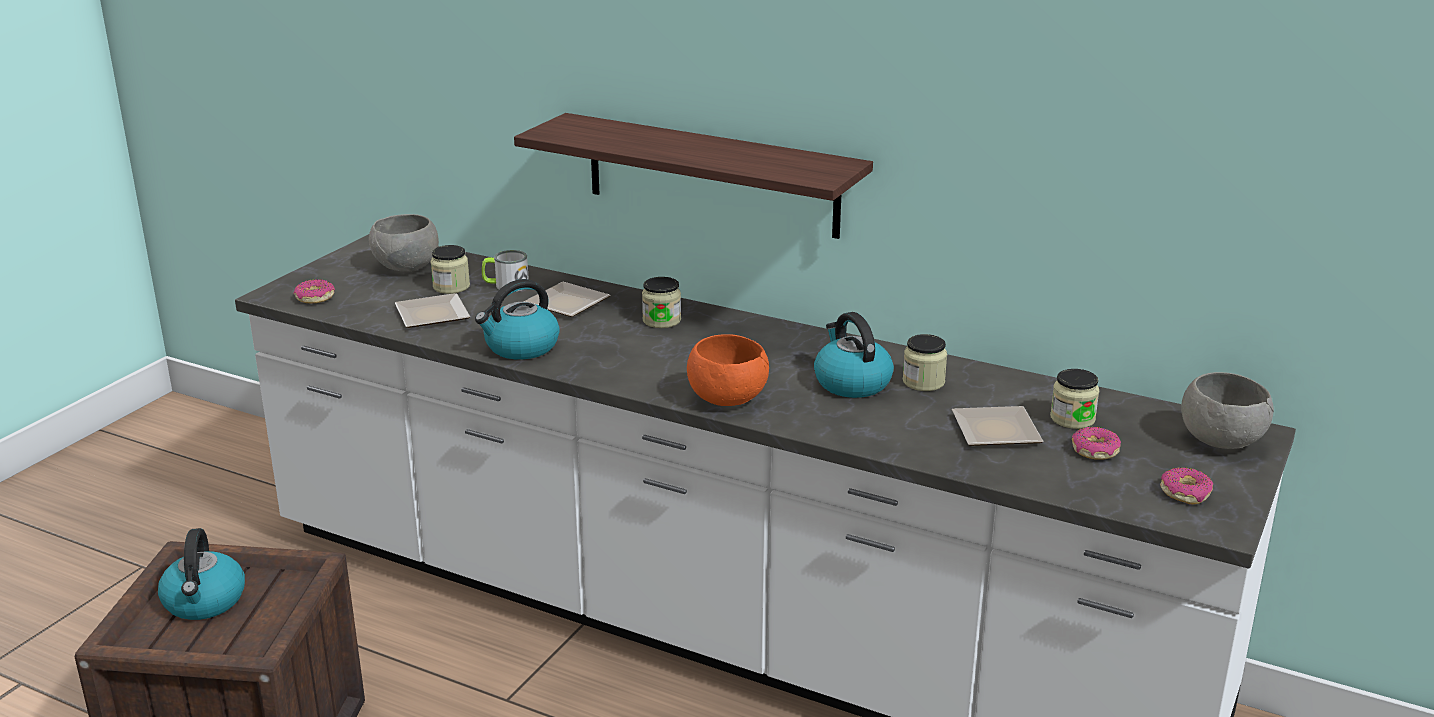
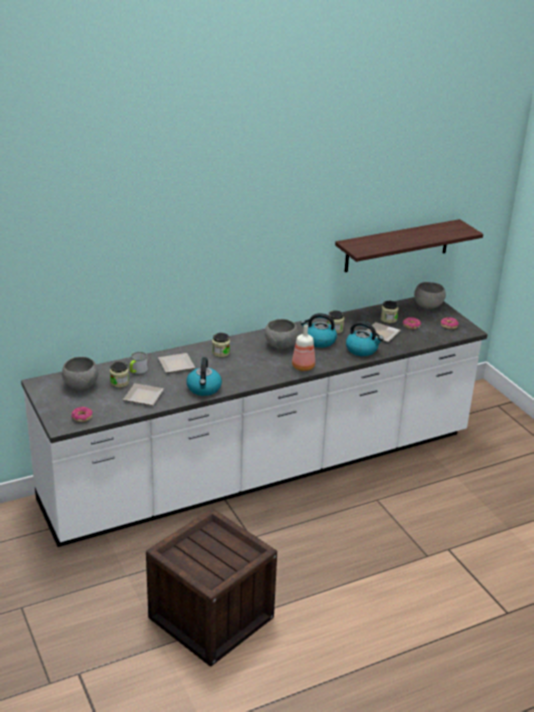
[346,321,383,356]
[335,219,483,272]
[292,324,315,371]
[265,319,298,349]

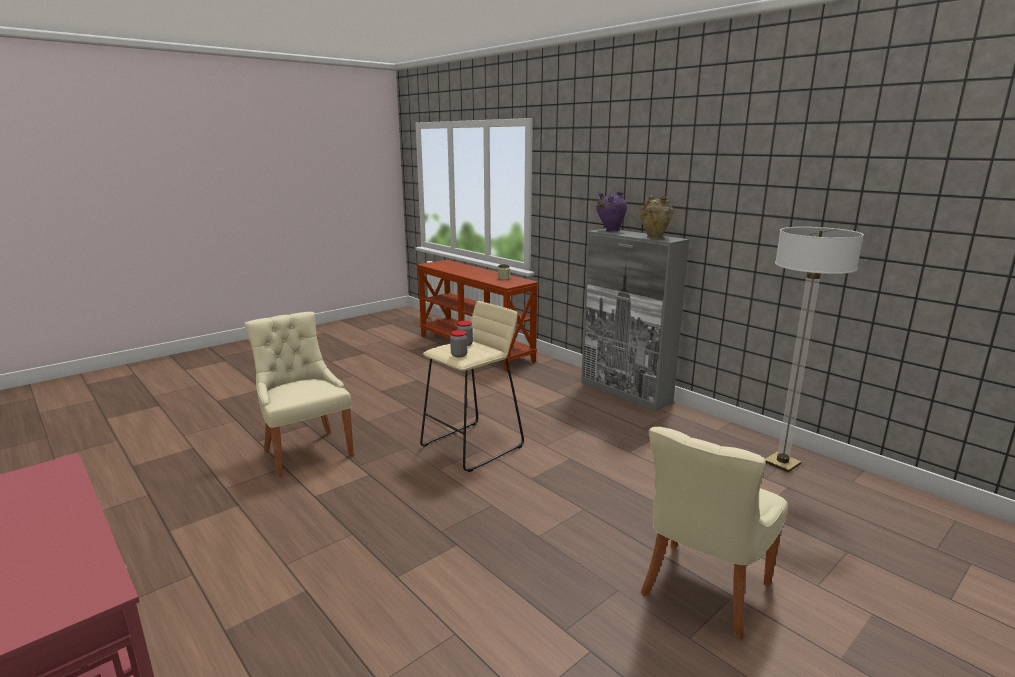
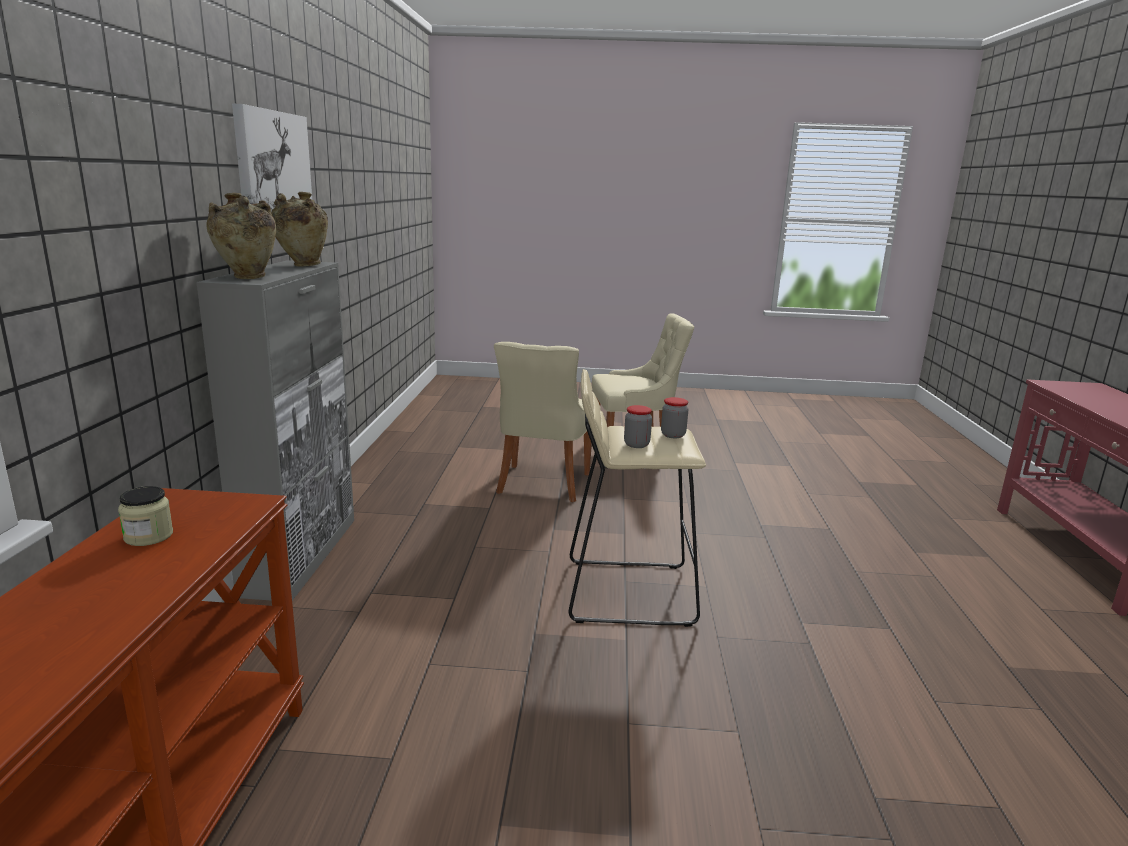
[494,342,592,502]
[206,193,276,279]
[766,227,864,473] (first image)
[232,104,312,212]

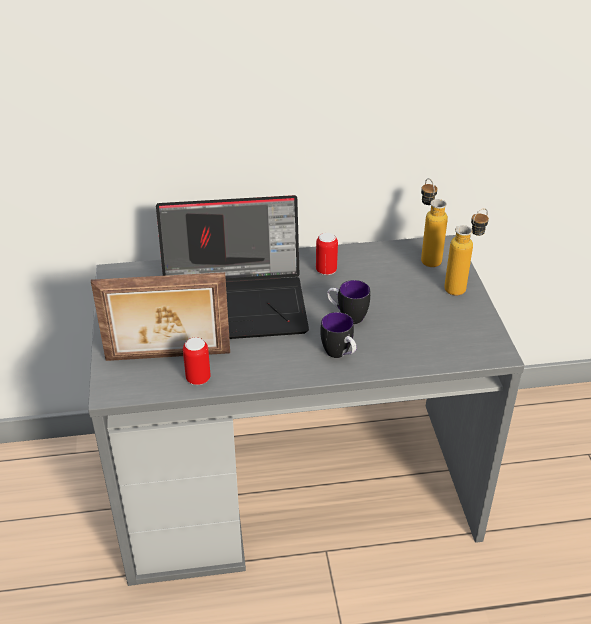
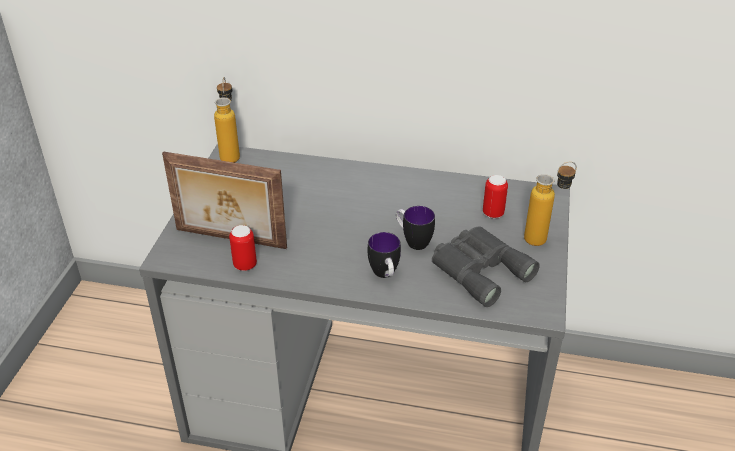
[156,195,309,339] (first image)
[483,175,508,219]
[214,77,240,163]
[432,227,540,307]

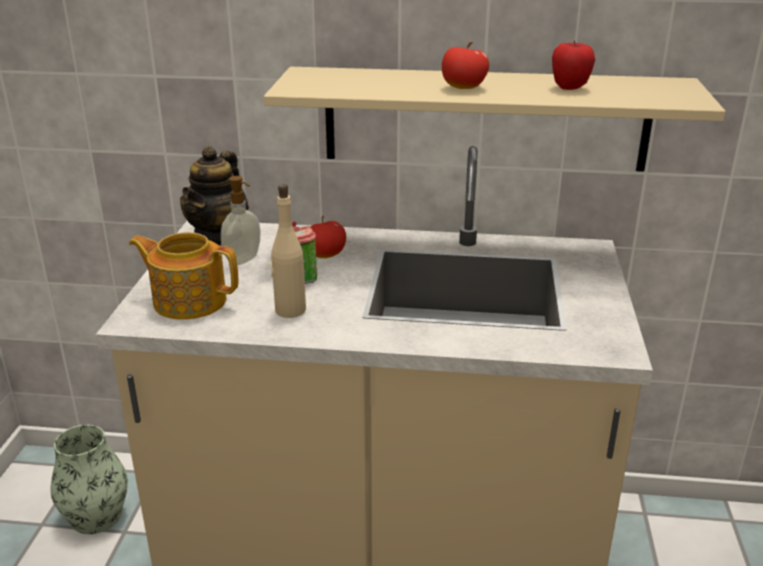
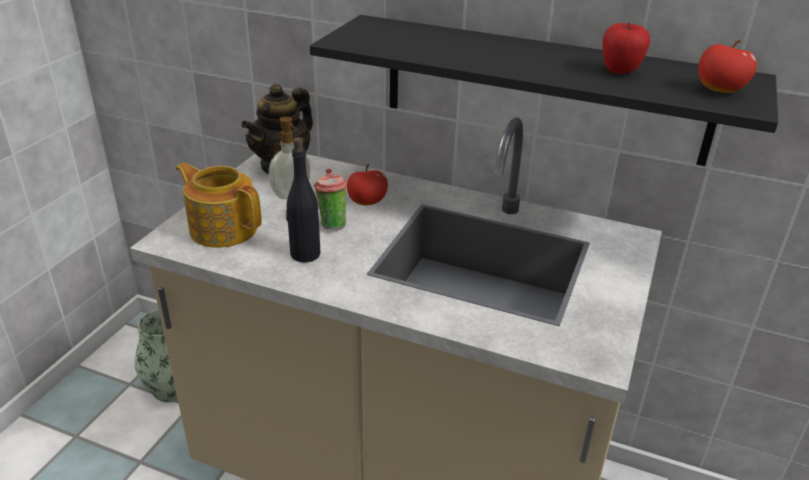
[310,15,778,166]
[286,137,320,263]
[698,40,757,93]

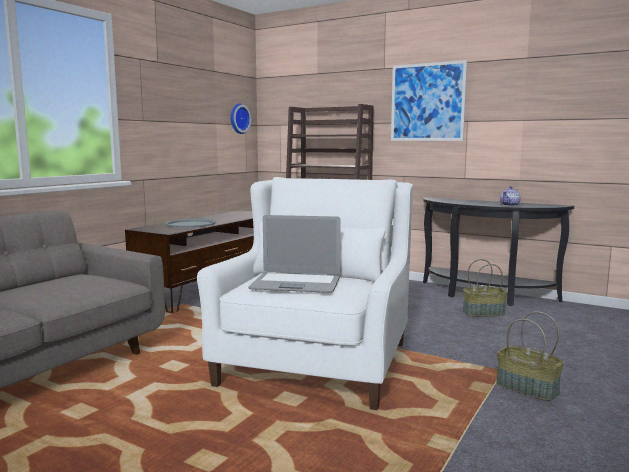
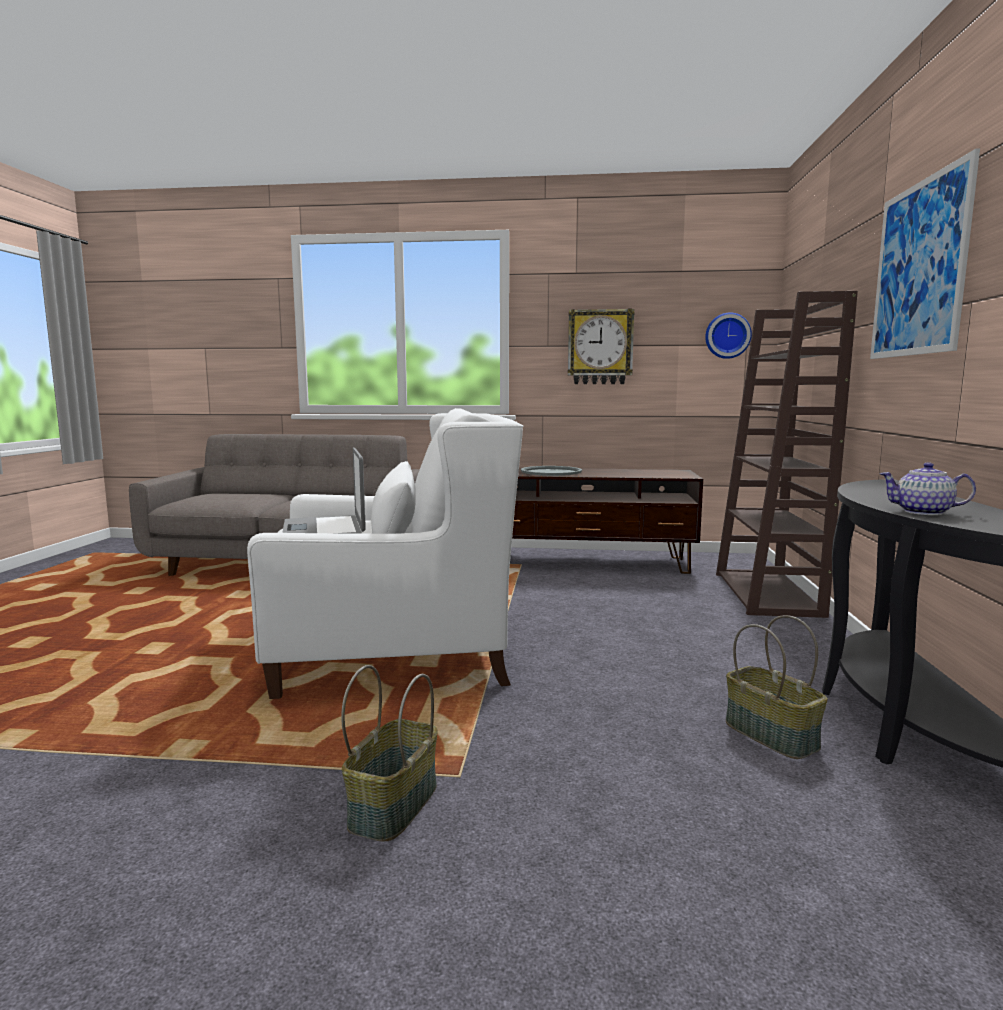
[568,308,635,384]

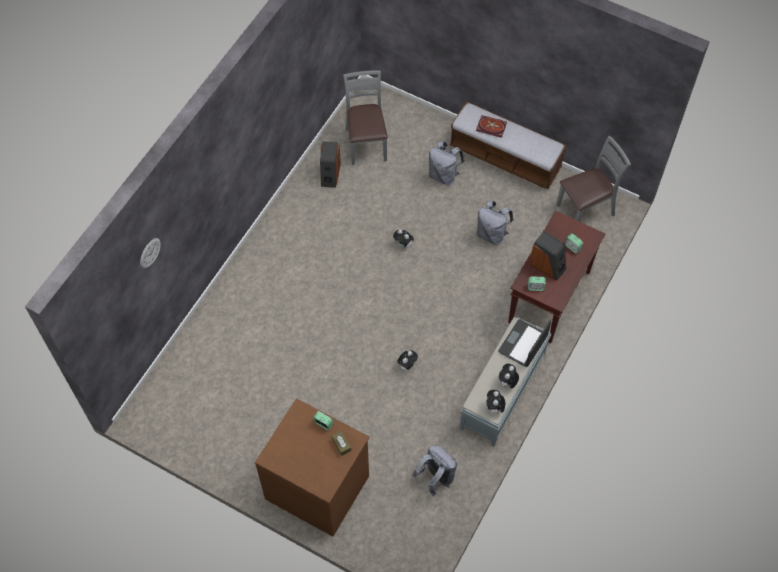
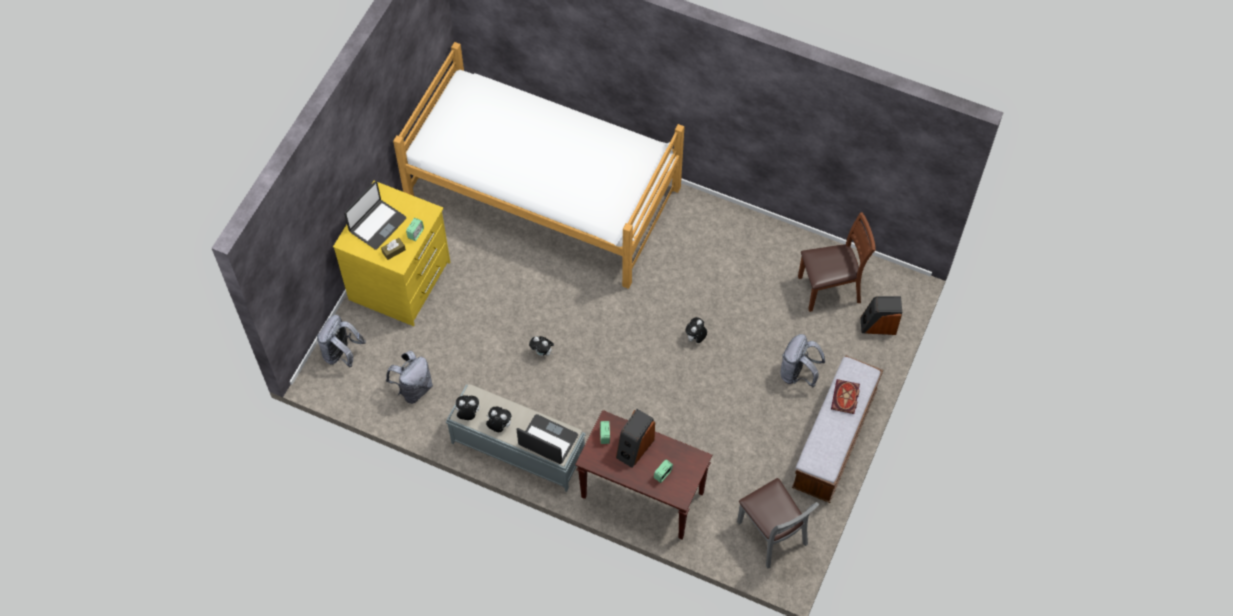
[140,238,161,269] (first image)
[333,181,451,326]
[860,296,902,335]
[798,212,876,312]
[317,315,366,367]
[344,181,406,250]
[393,42,684,289]

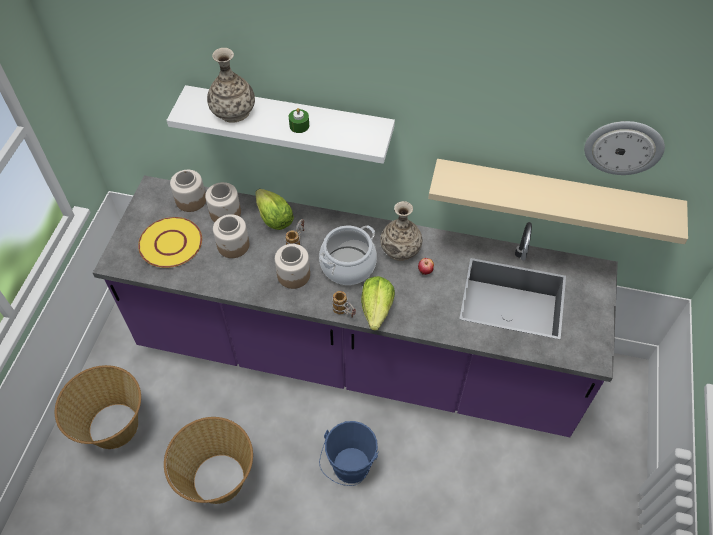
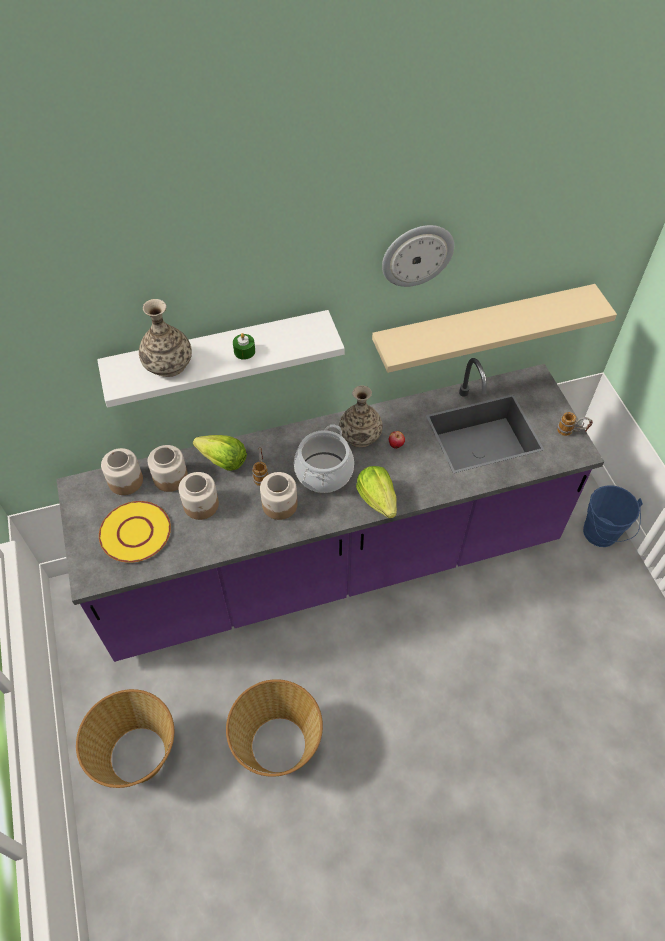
[583,485,643,547]
[557,412,593,436]
[382,225,454,287]

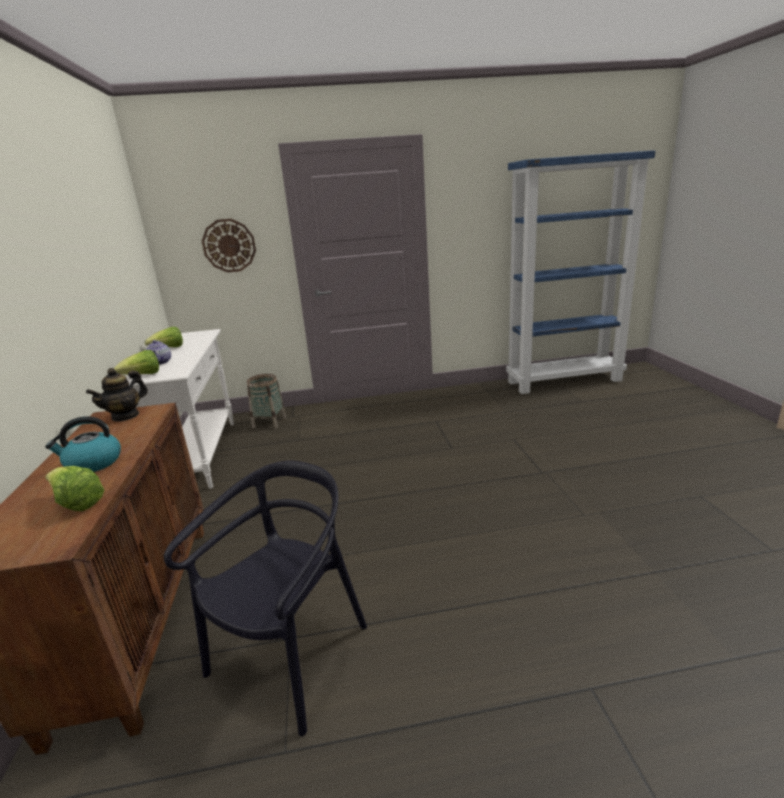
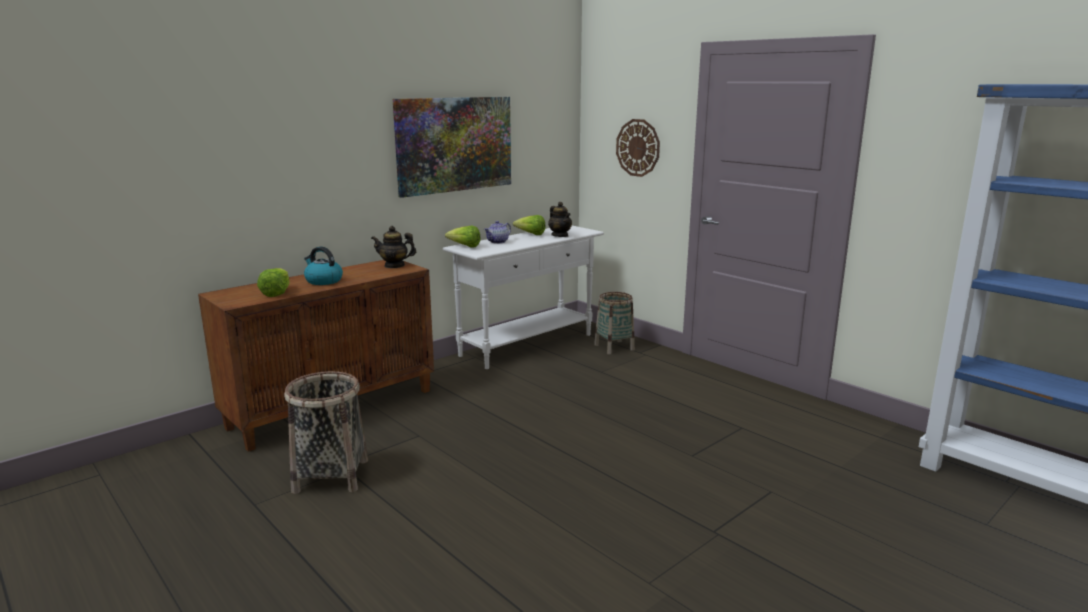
[284,371,368,494]
[393,97,511,198]
[548,202,572,237]

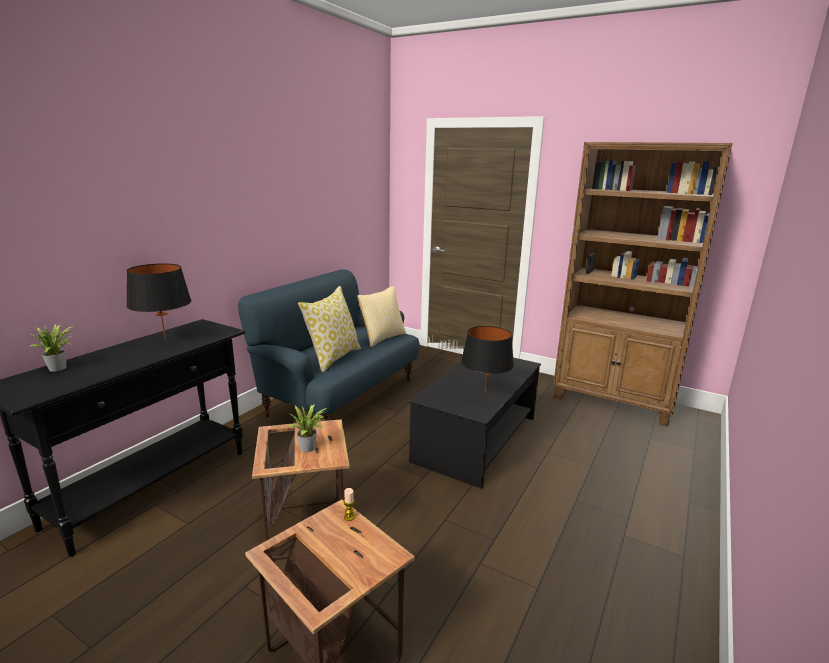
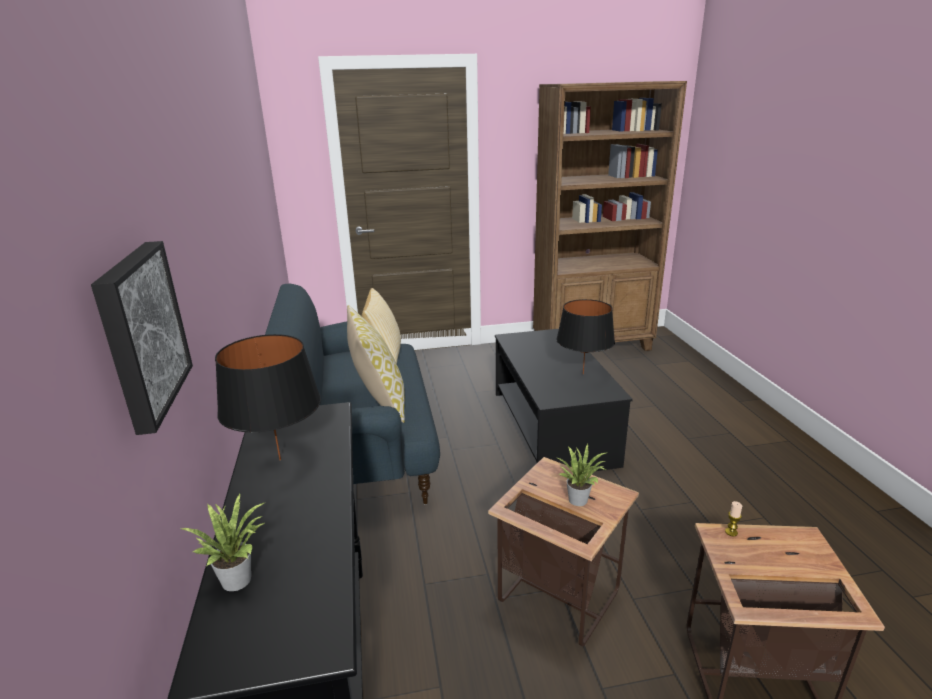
[91,241,193,435]

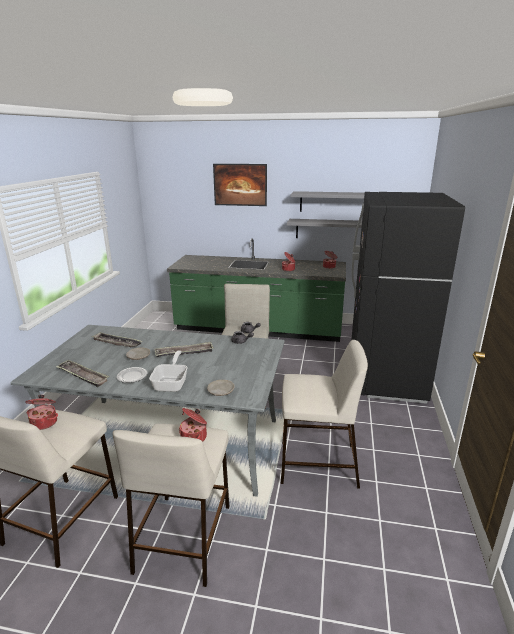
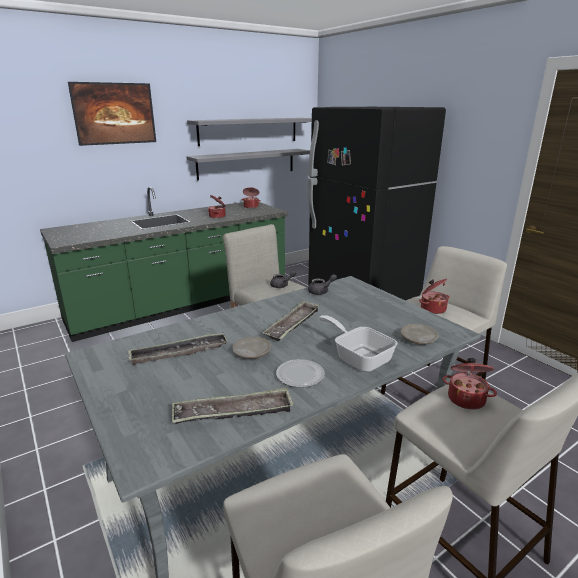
[419,279,450,314]

